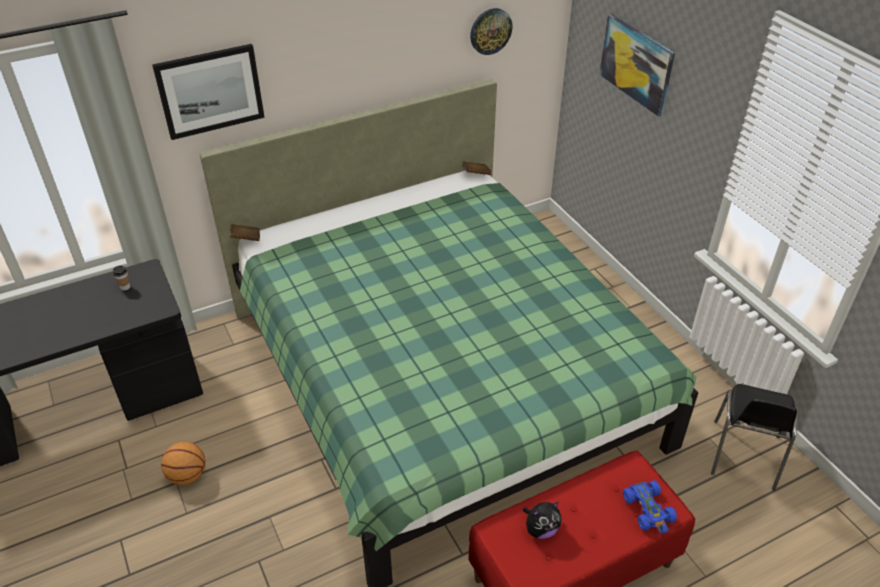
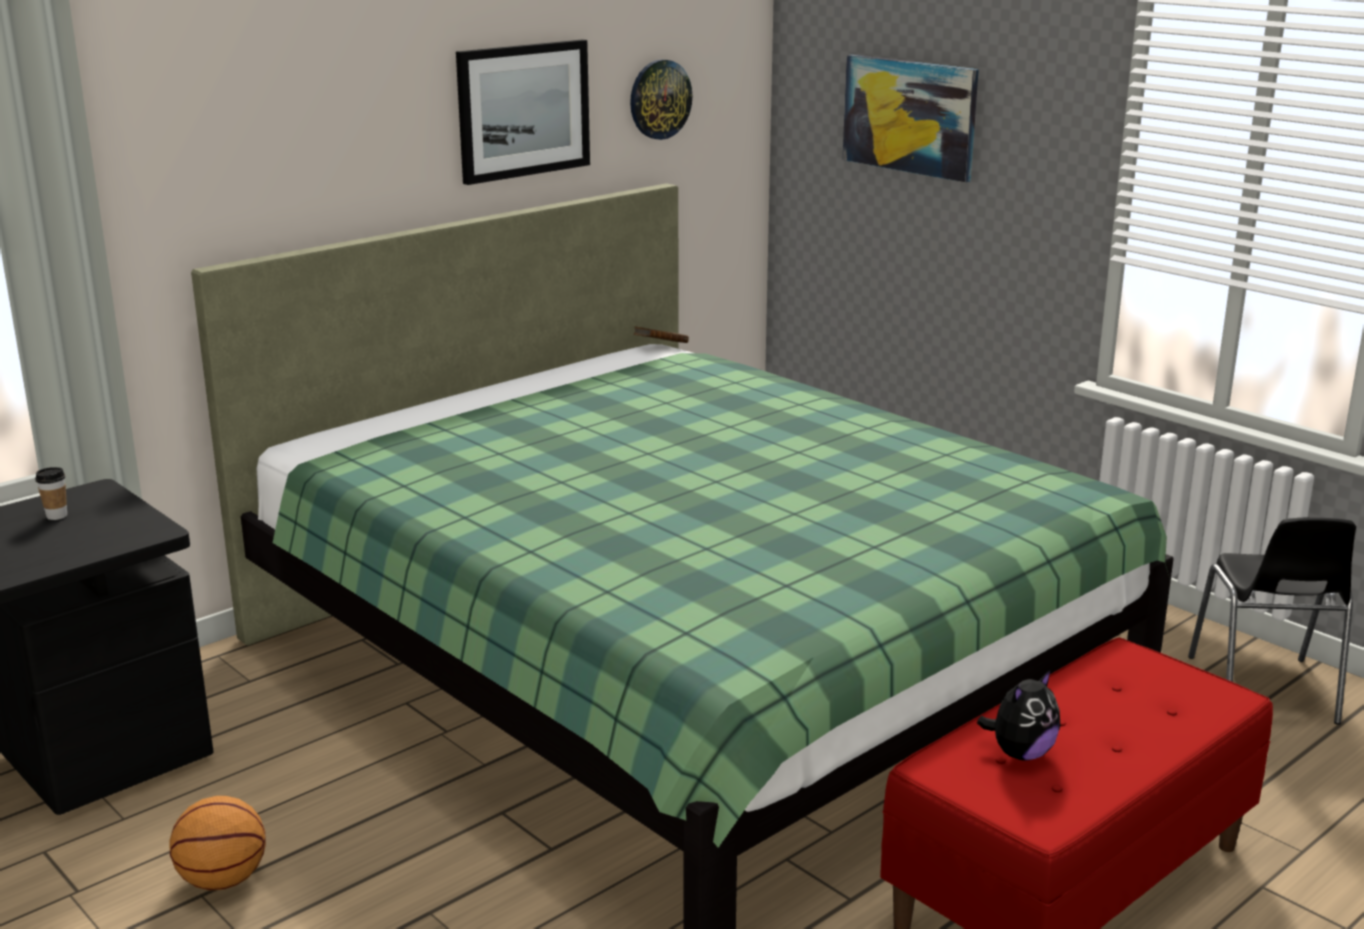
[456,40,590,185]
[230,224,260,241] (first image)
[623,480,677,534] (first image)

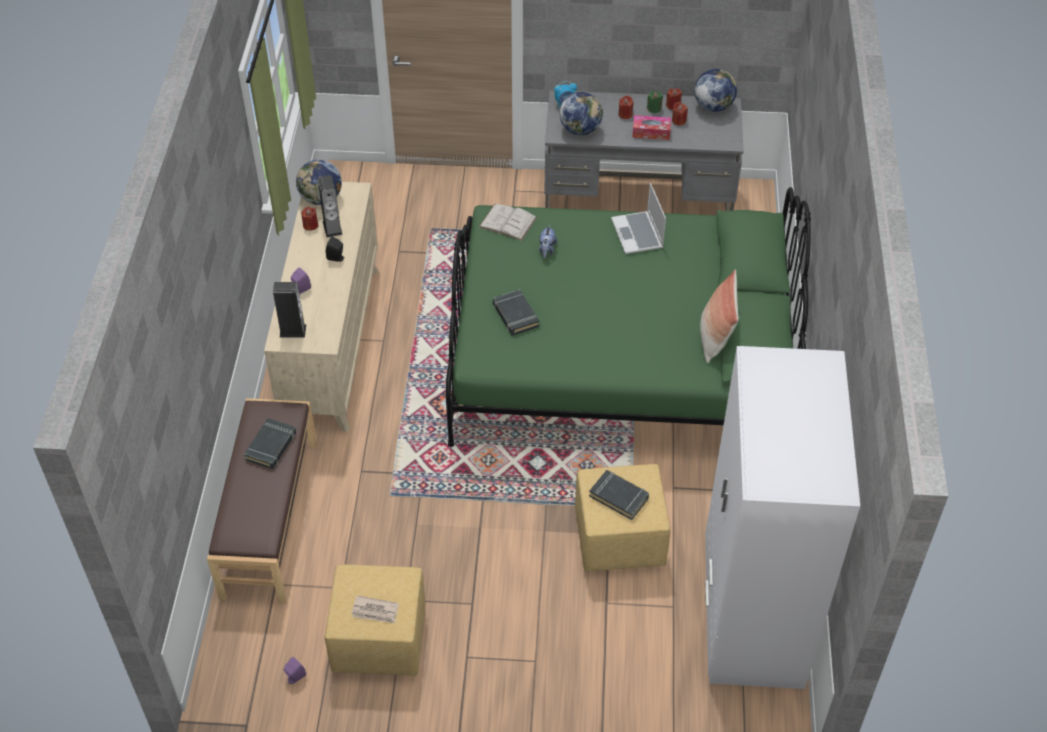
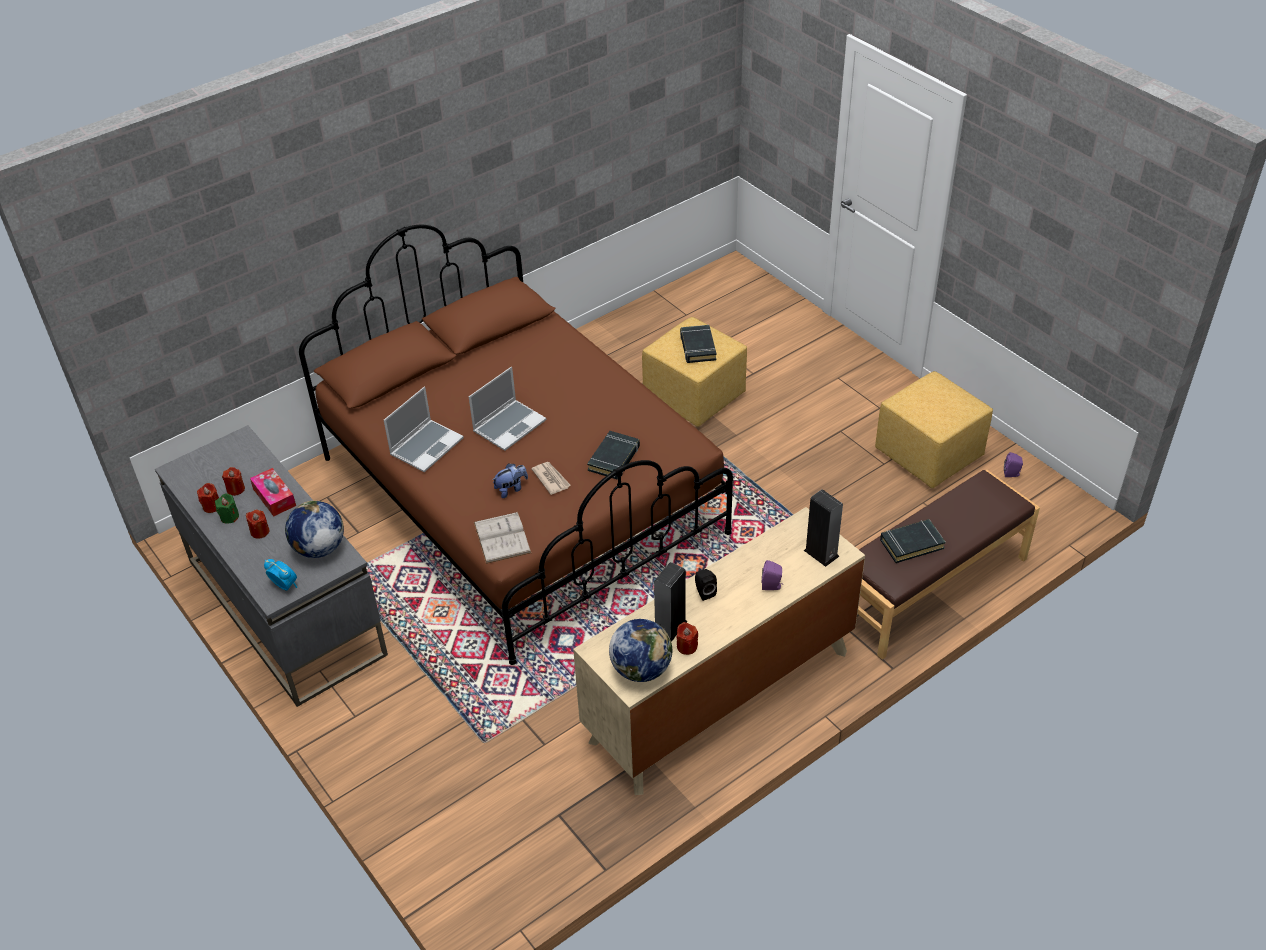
[531,462,571,495]
[299,225,733,665]
[694,69,737,112] (first image)
[700,270,739,363] (first image)
[705,346,860,689] (first image)
[469,367,546,451]

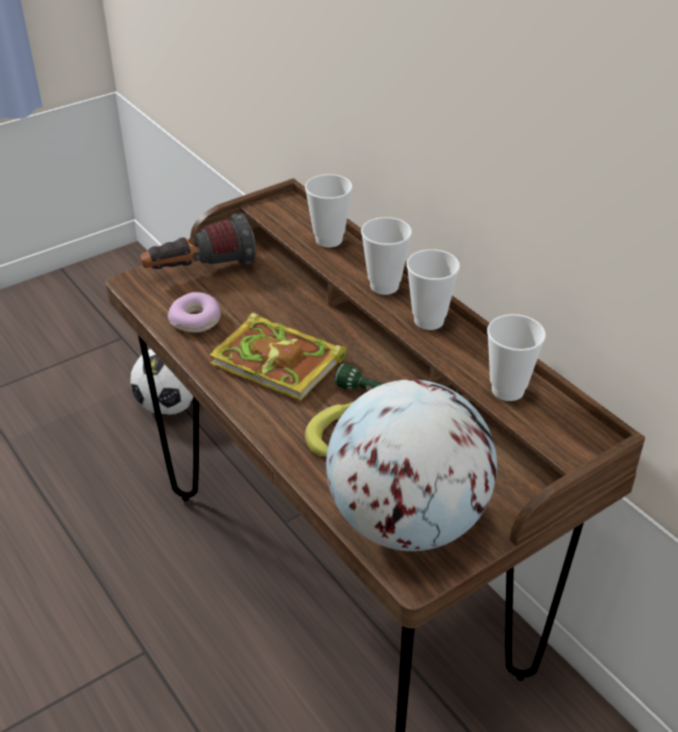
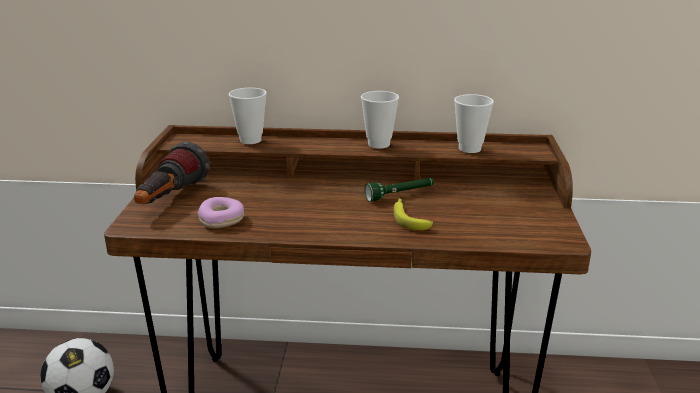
[210,313,346,401] (first image)
[326,379,497,551] (first image)
[361,217,412,295] (first image)

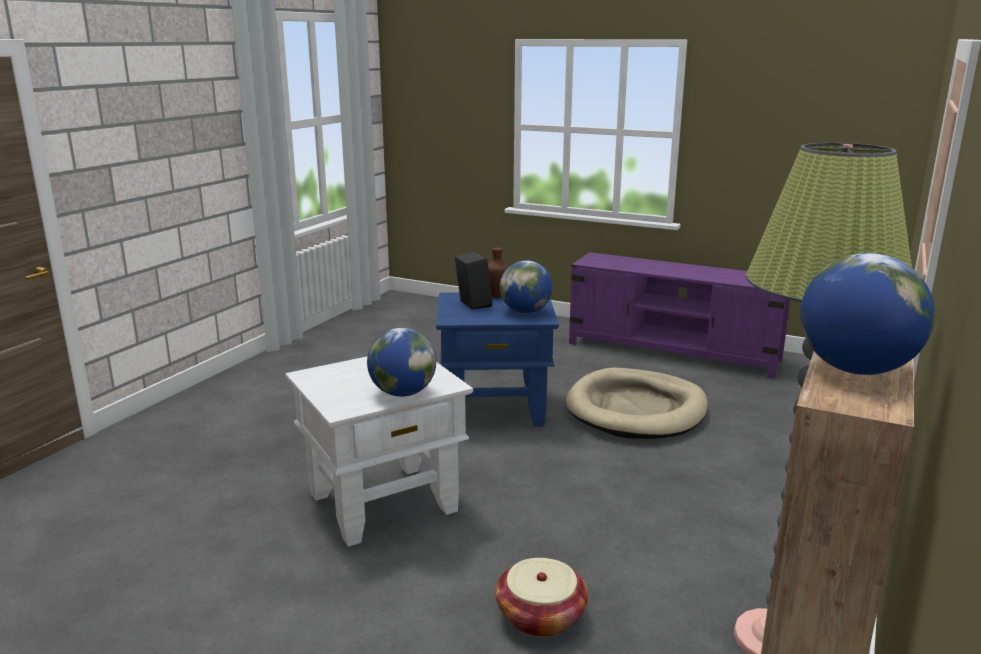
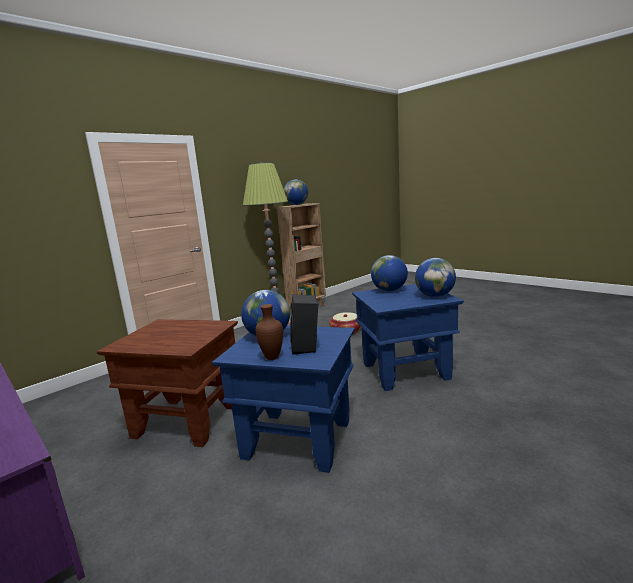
[352,284,464,391]
[96,319,238,447]
[415,258,456,297]

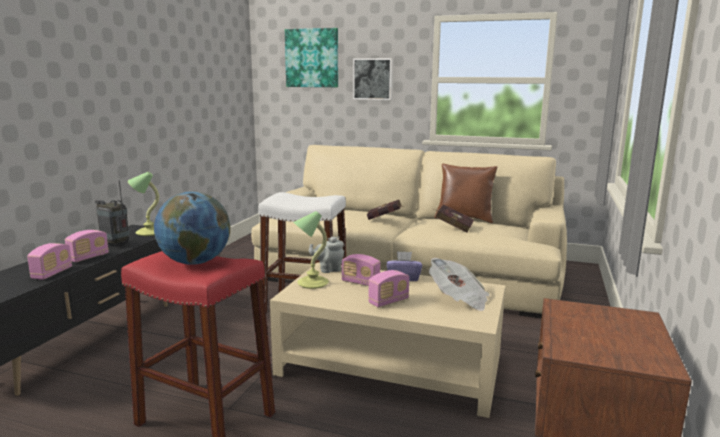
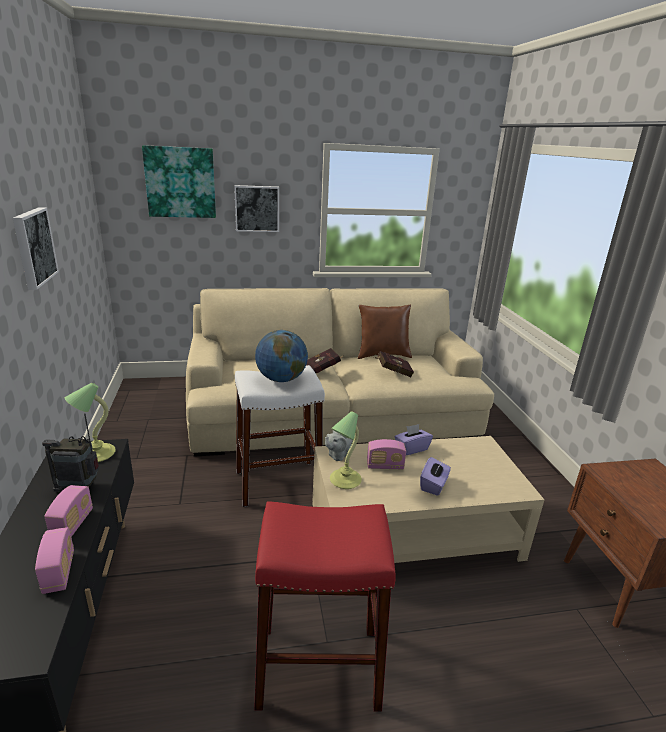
[255,330,308,382]
[420,457,451,496]
[429,258,489,311] (first image)
[13,207,59,290]

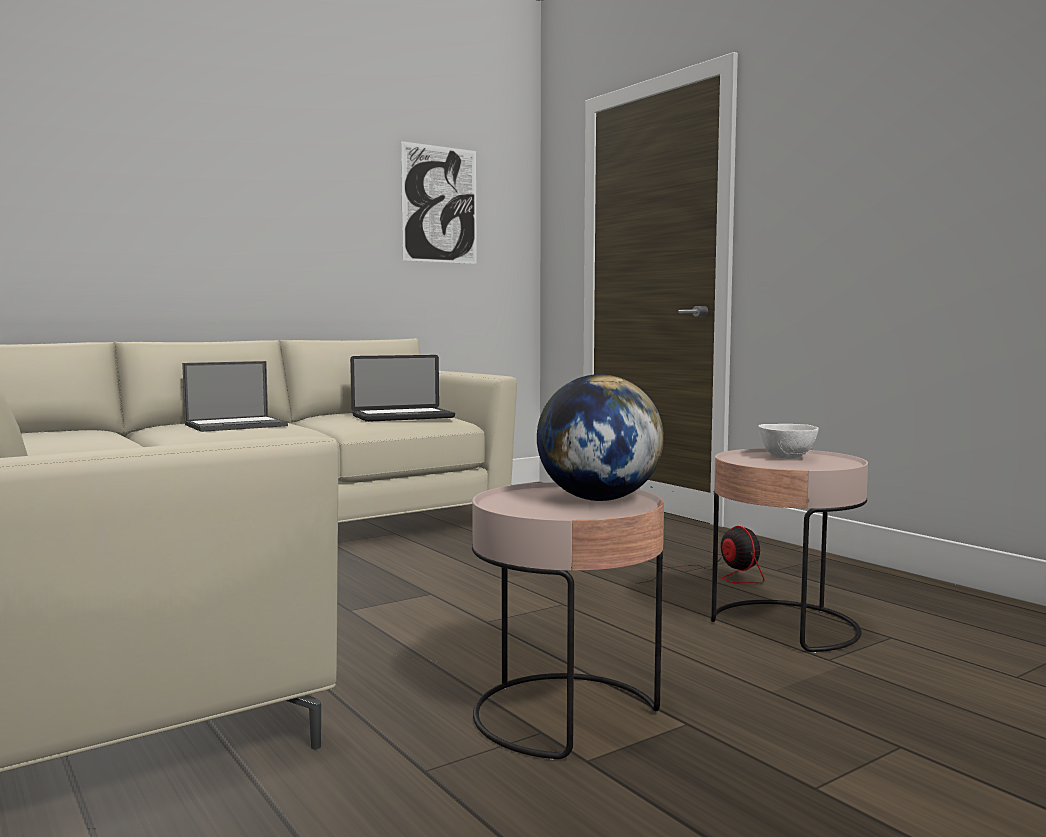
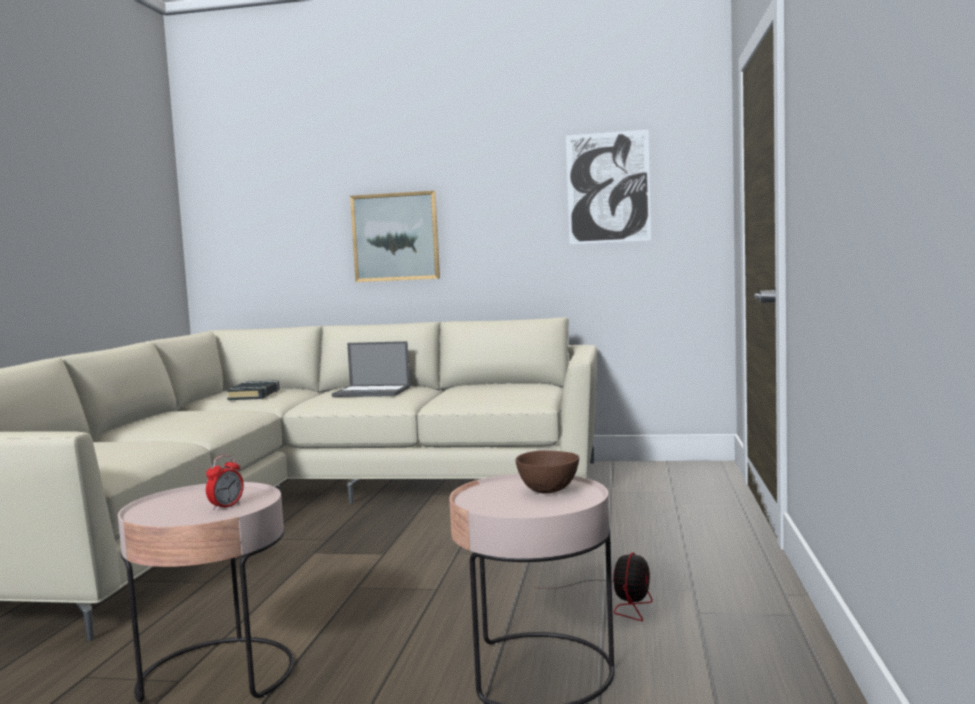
[350,355,455,422] (first image)
[206,455,244,511]
[516,450,579,494]
[227,380,279,400]
[350,191,440,282]

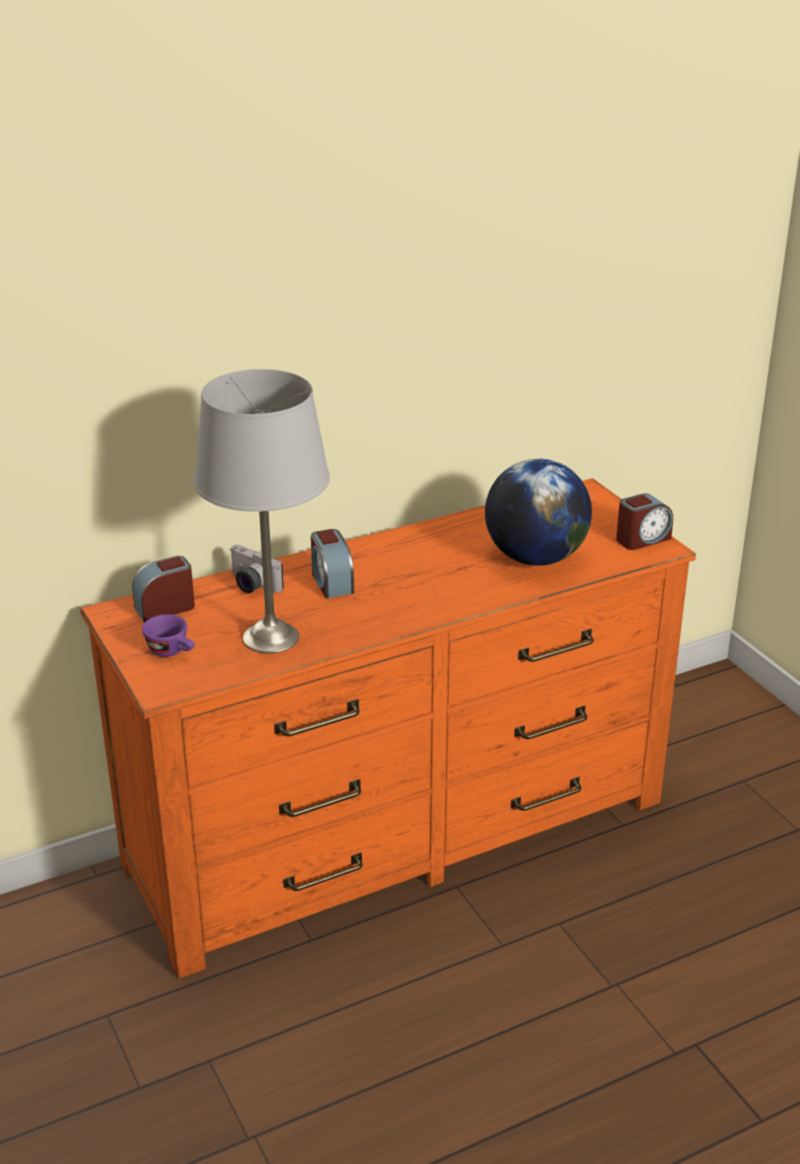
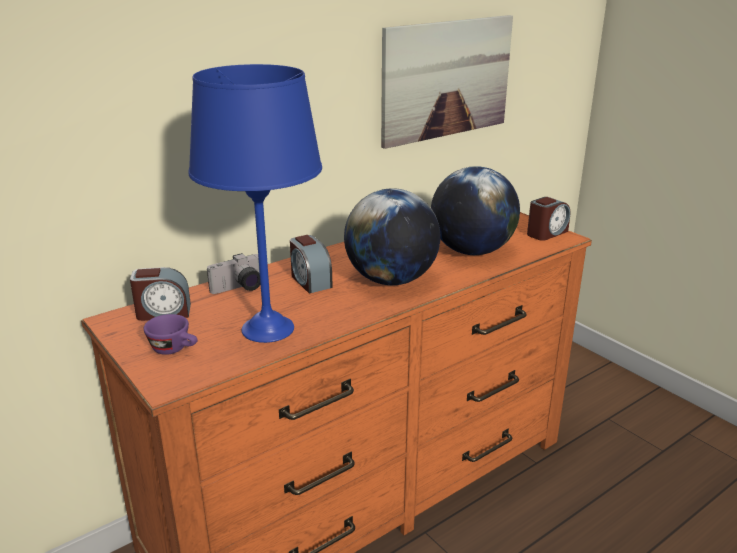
[130,267,191,321]
[189,64,322,343]
[207,253,260,294]
[344,188,441,285]
[381,15,513,149]

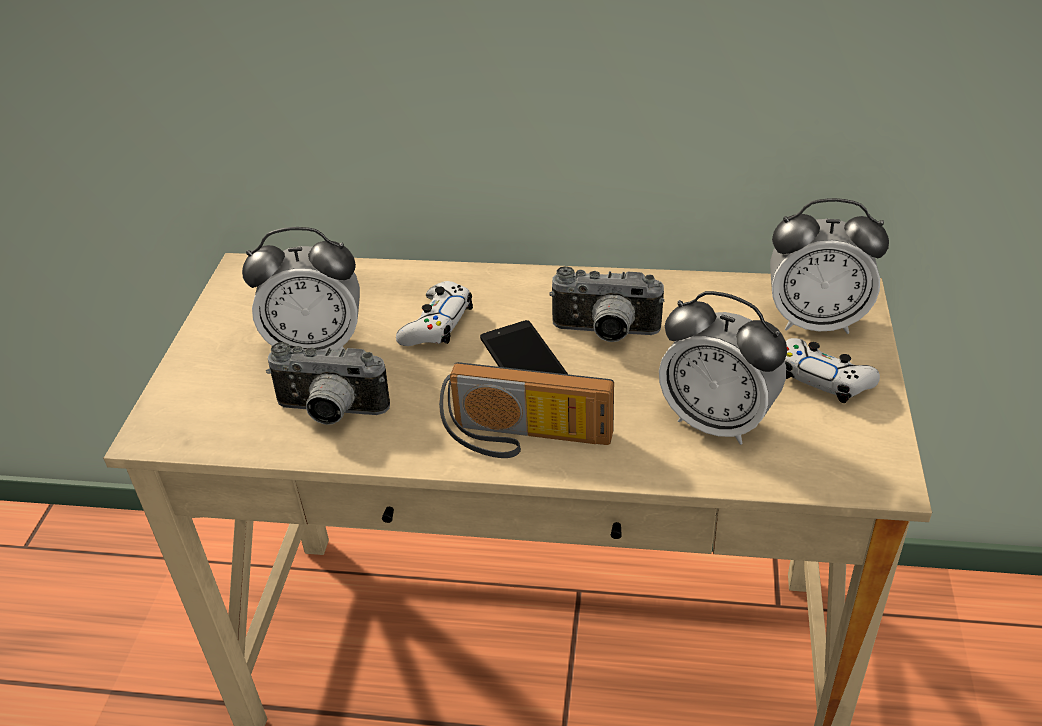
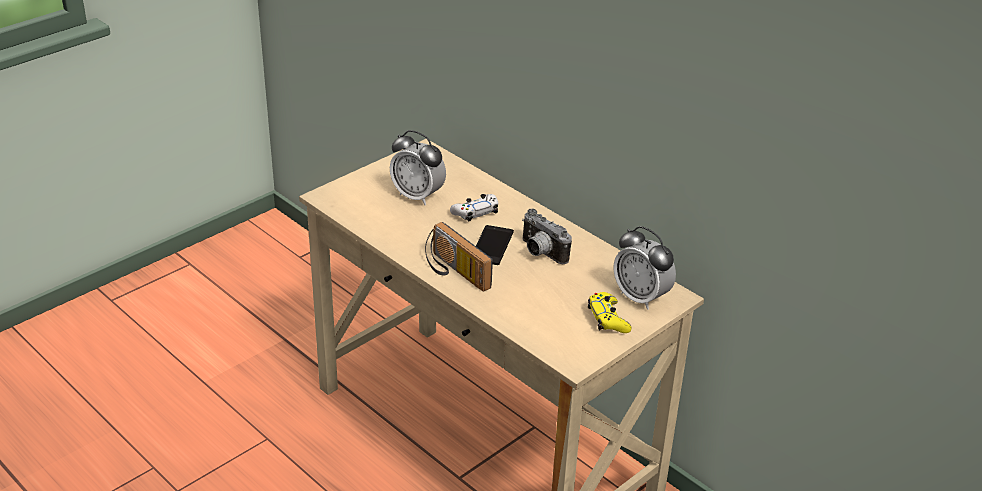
[266,342,390,425] (first image)
[659,291,787,445] (first image)
[588,292,631,333]

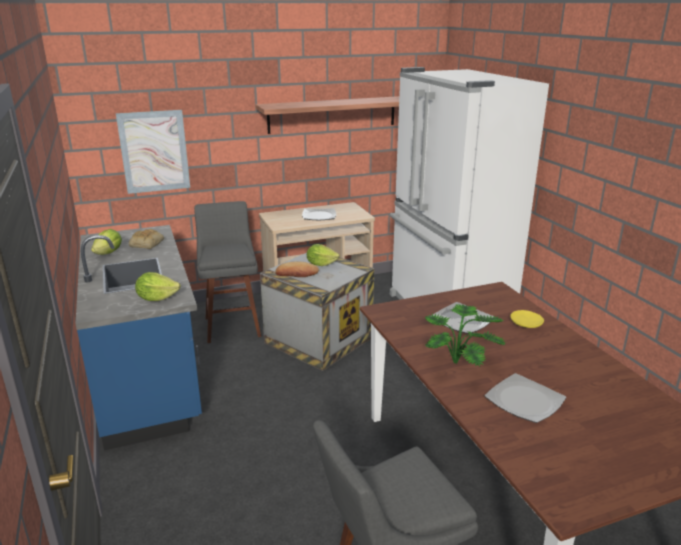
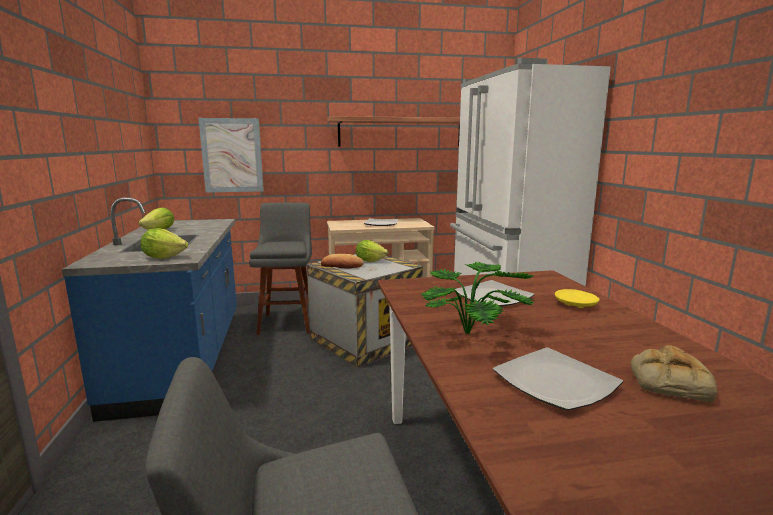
[631,345,717,402]

